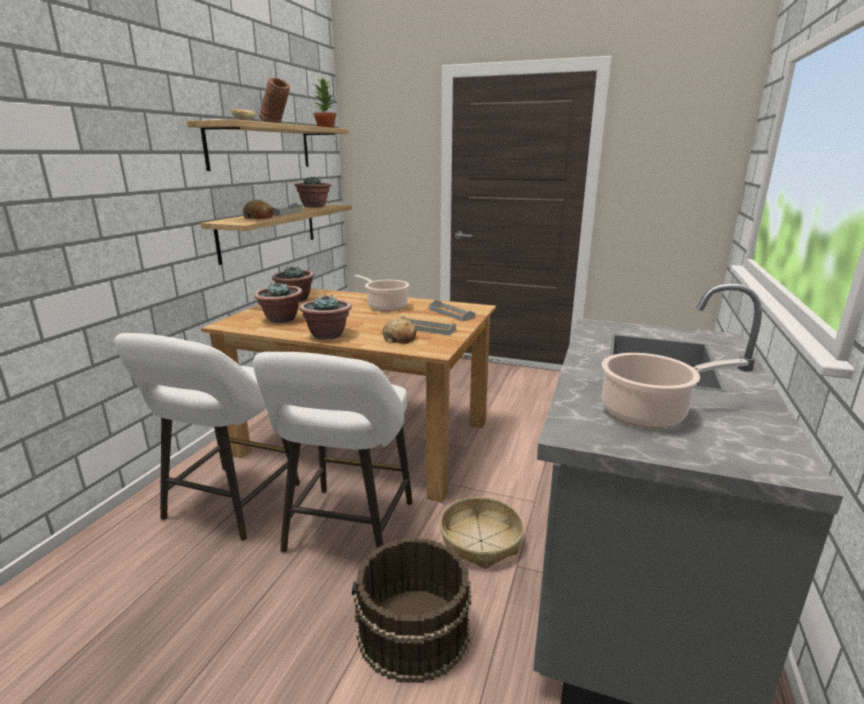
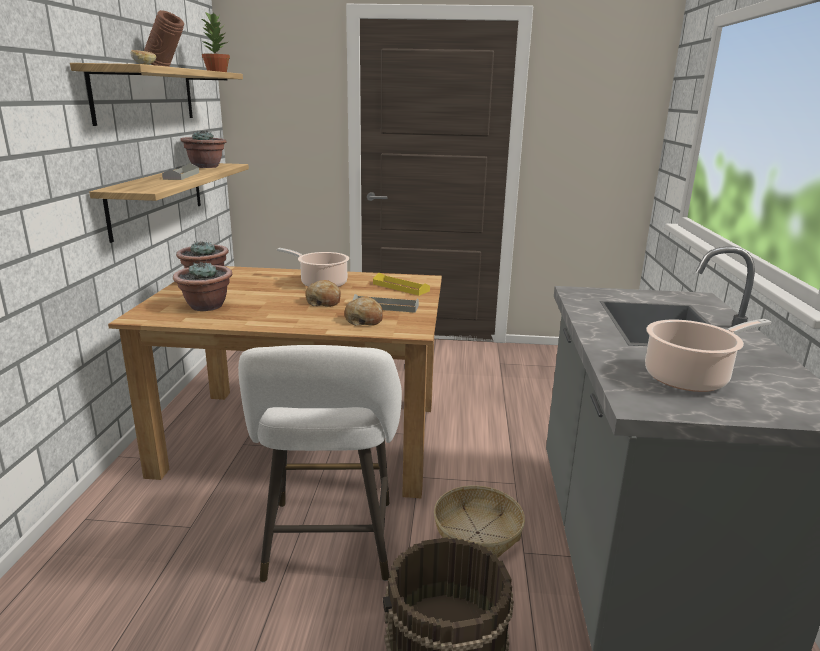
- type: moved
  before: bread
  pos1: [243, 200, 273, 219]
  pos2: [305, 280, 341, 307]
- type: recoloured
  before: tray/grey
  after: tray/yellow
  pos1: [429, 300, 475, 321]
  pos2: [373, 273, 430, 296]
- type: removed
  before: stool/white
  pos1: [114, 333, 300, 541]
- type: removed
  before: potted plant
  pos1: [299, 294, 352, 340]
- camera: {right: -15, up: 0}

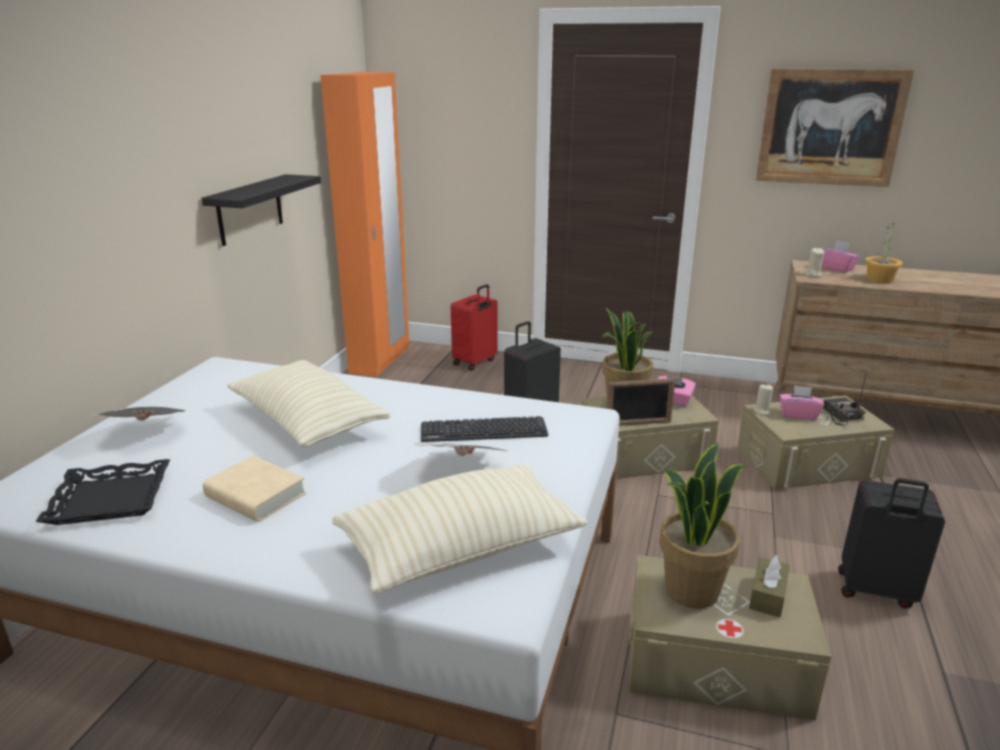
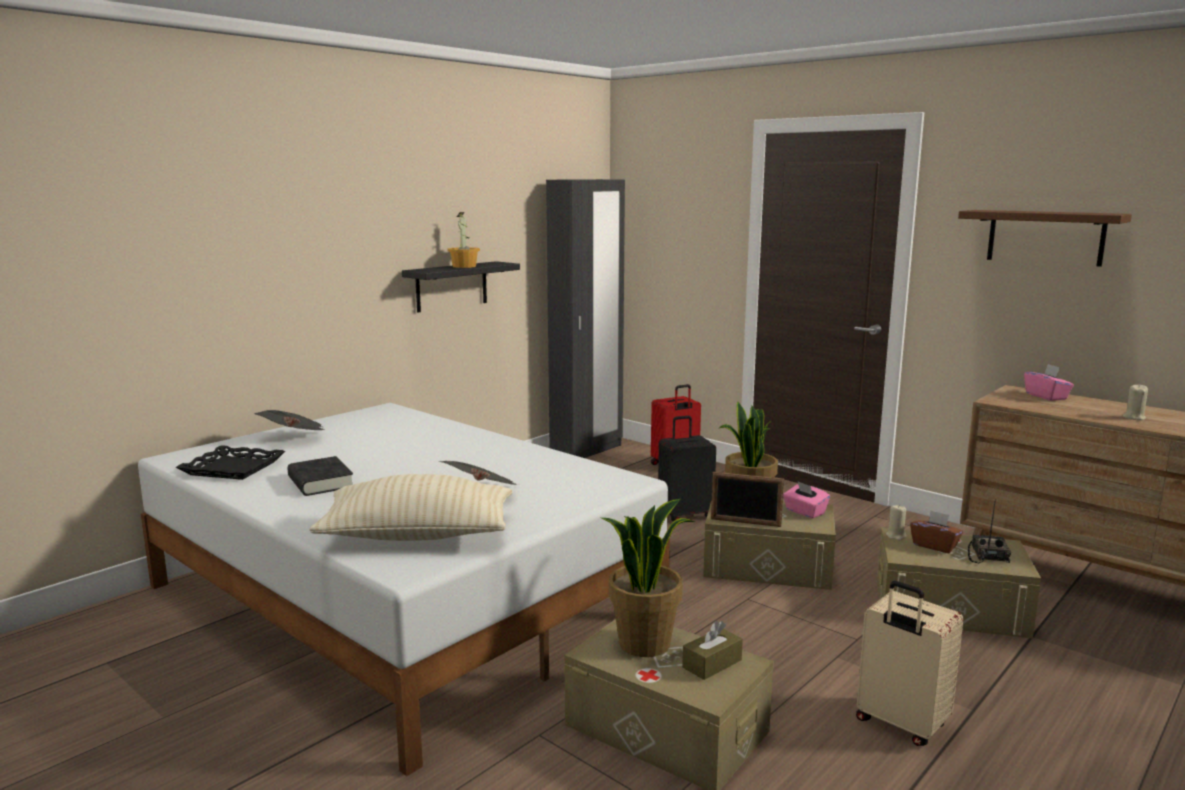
- type: recoloured
  before: book/beige
  after: book/black
  pos1: [203, 455, 306, 522]
  pos2: [287, 456, 353, 496]
- type: moved
  before: potted plant
  pos1: [865, 223, 903, 283]
  pos2: [448, 212, 480, 268]
- type: recoloured
  before: wardrobe/orange
  after: wardrobe/black
  pos1: [320, 72, 409, 377]
  pos2: [546, 179, 625, 458]
- type: recoloured
  before: suitcase/black
  after: suitcase/beige
  pos1: [838, 478, 945, 609]
  pos2: [856, 581, 964, 746]
- type: recoloured
  before: tissue box/pink
  after: tissue box/brown
  pos1: [779, 385, 824, 420]
  pos2: [910, 510, 963, 553]
- type: replaced
  before: picture
  after: shelf/brown
  pos1: [756, 68, 914, 187]
  pos2: [958, 210, 1132, 267]
- type: moved
  before: candle/beige
  pos1: [805, 248, 824, 277]
  pos2: [1123, 384, 1148, 420]
- type: removed
  before: pillow/beige
  pos1: [227, 360, 391, 447]
- type: removed
  before: keyboard
  pos1: [421, 416, 549, 442]
- camera: {right: 25, up: -10}

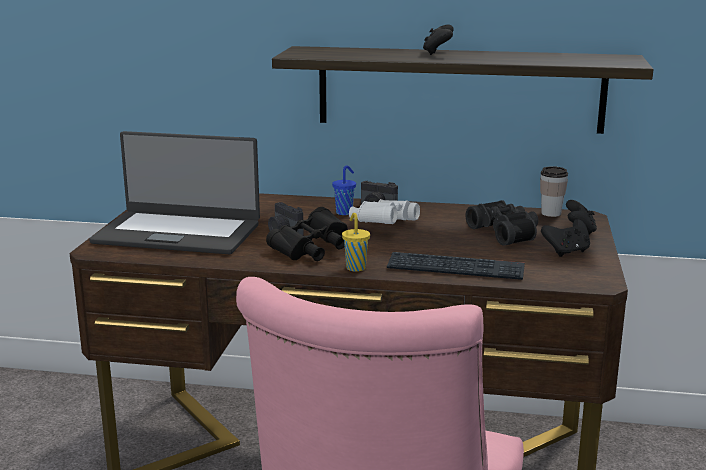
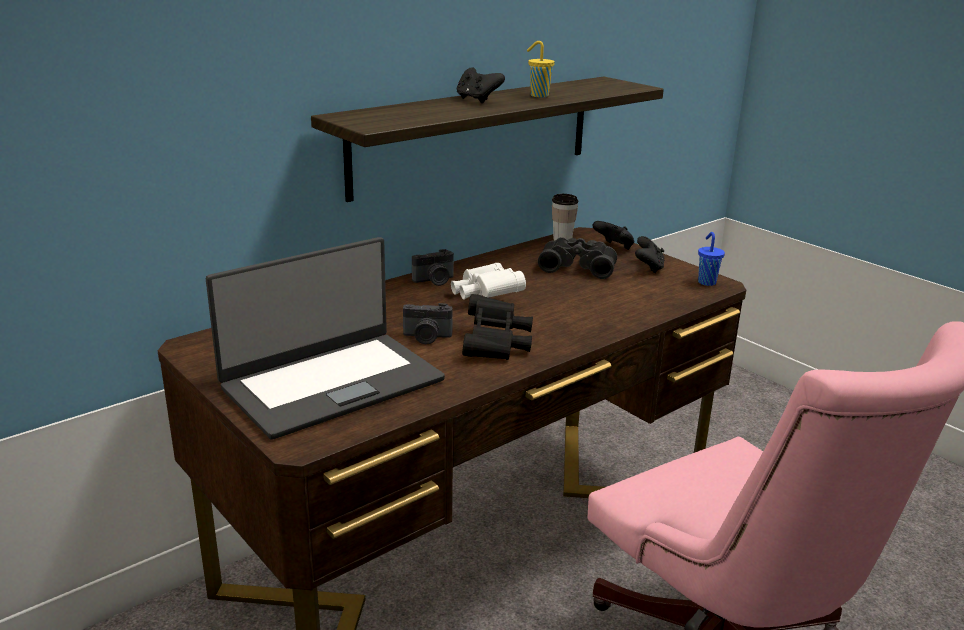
- type: moved
  before: cup/yellow
  pos1: [342, 213, 370, 272]
  pos2: [527, 41, 555, 97]
- type: moved
  before: cup/blue
  pos1: [332, 165, 356, 215]
  pos2: [698, 232, 725, 286]
- type: removed
  before: keyboard
  pos1: [387, 252, 525, 280]
- camera: {right: -50, up: 5}

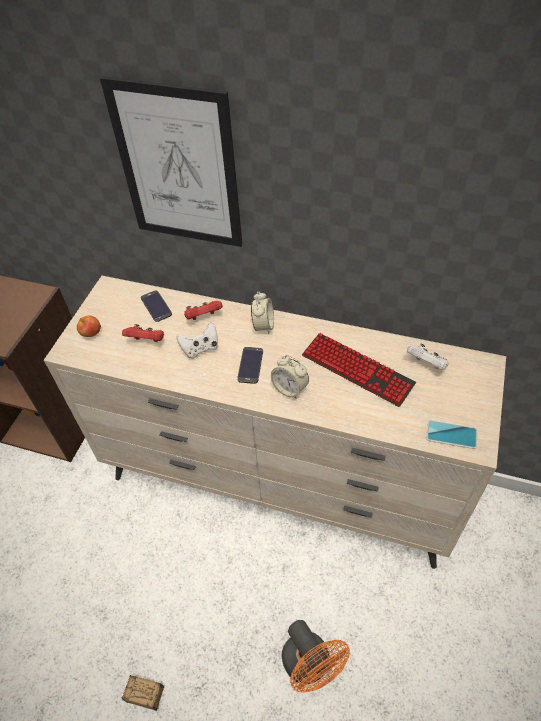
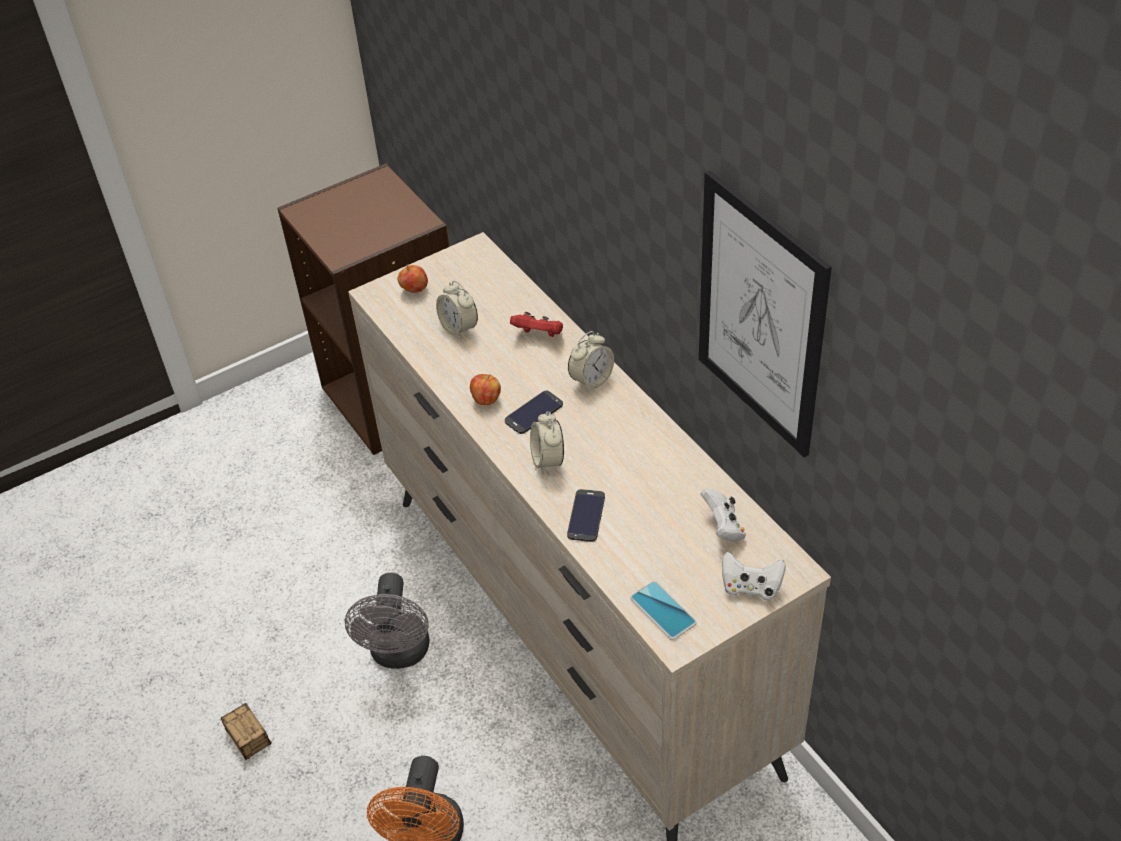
- type: added
  after: fan/grey
  pos2: [345, 573, 429, 669]
- type: replaced
  before: game controller/red
  after: alarm clock
  pos1: [122, 324, 164, 342]
  pos2: [436, 280, 478, 339]
- type: added
  after: apple
  pos2: [470, 374, 501, 405]
- type: moved
  before: phone
  pos1: [141, 290, 172, 322]
  pos2: [567, 489, 605, 542]
- type: moved
  before: picture
  pos1: [100, 76, 242, 247]
  pos2: [699, 170, 832, 458]
- type: moved
  before: game controller/white
  pos1: [177, 322, 218, 359]
  pos2: [722, 551, 786, 601]
- type: removed
  before: keyboard
  pos1: [302, 333, 416, 407]
- camera: {right: 40, up: -5}

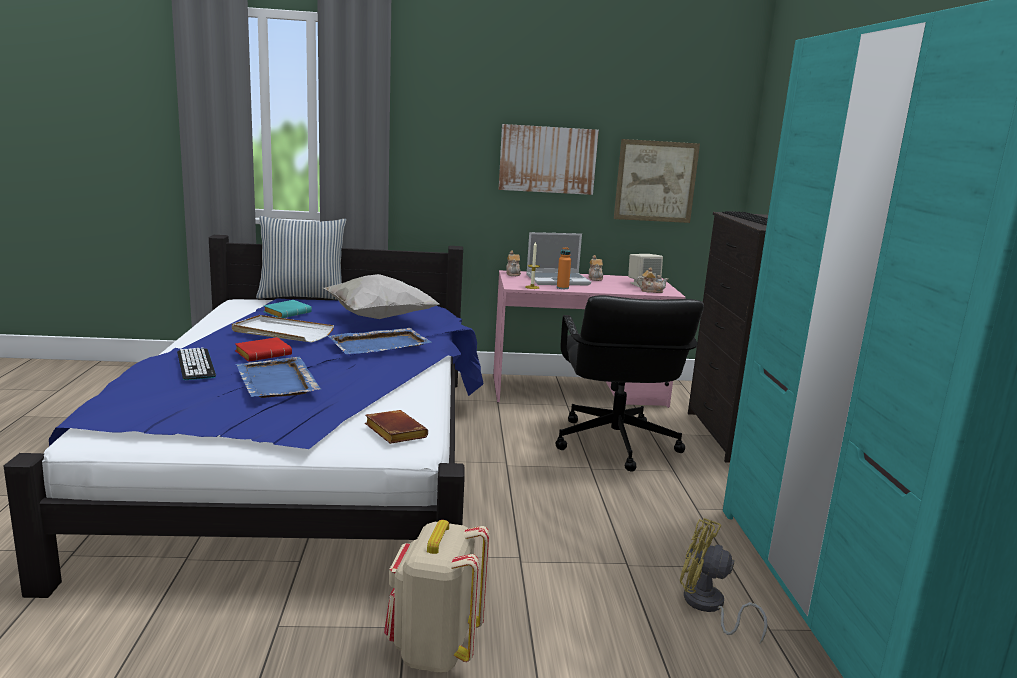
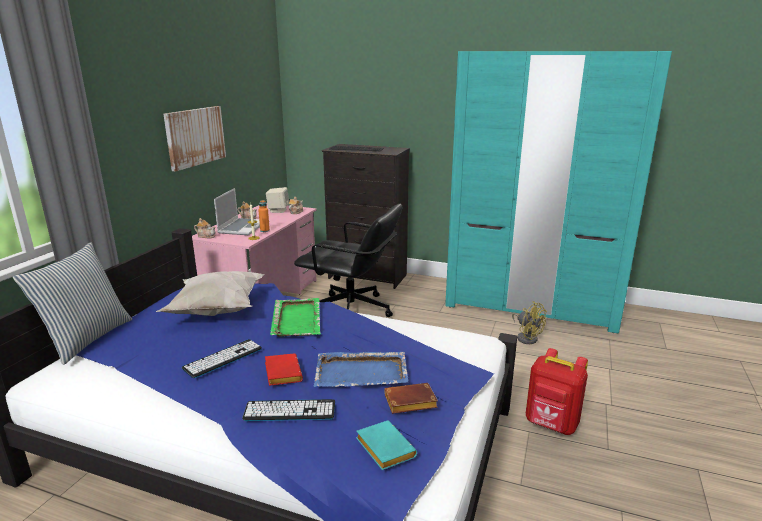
- type: replaced
  before: tray/white
  after: keyboard
  pos1: [232, 315, 334, 343]
  pos2: [182, 339, 262, 378]
- type: recoloured
  before: tray/blue
  after: tray/green
  pos1: [328, 328, 431, 354]
  pos2: [270, 298, 321, 337]
- type: moved
  before: book/turquoise
  pos1: [263, 300, 312, 318]
  pos2: [356, 420, 417, 470]
- type: moved
  before: book/brown
  pos1: [365, 410, 428, 444]
  pos2: [384, 383, 438, 414]
- type: turned
  before: fan/yellow
  pos1: [680, 518, 768, 644]
  pos2: [512, 301, 547, 344]
  turn: -90
- type: recoloured
  before: backpack/beige
  after: backpack/red
  pos1: [384, 520, 490, 673]
  pos2: [526, 348, 588, 435]
- type: removed
  before: picture
  pos1: [614, 139, 700, 223]
- camera: {right: -65, up: 5}

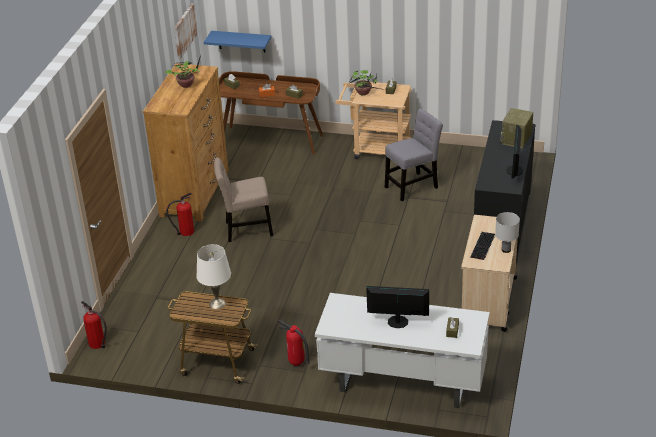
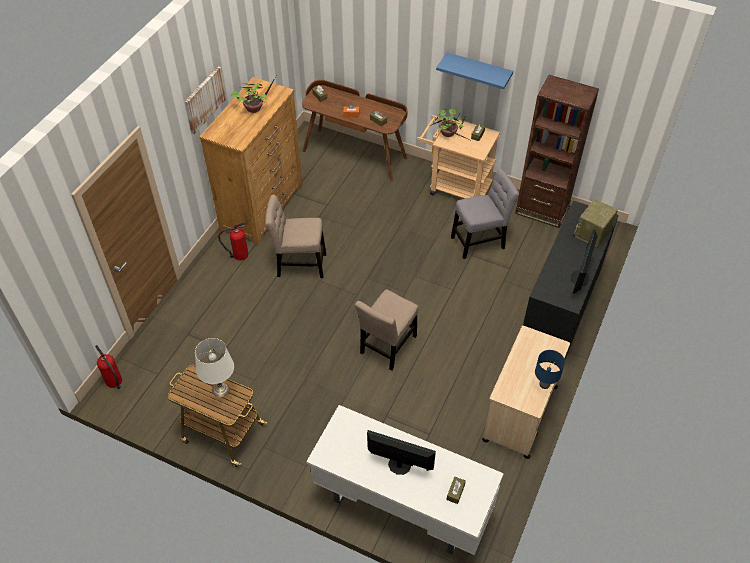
- type: moved
  before: picture
  pos1: [174, 4, 197, 59]
  pos2: [184, 66, 226, 134]
- type: added
  after: chair/beige
  pos2: [355, 289, 418, 371]
- type: moved
  before: shelf/blue
  pos1: [204, 31, 271, 52]
  pos2: [436, 52, 513, 89]
- type: added
  after: bookcase/brown
  pos2: [515, 75, 599, 228]
- type: recoloured
  before: table lamp/white
  after: table lamp/blue
  pos1: [495, 212, 520, 253]
  pos2: [535, 350, 565, 389]
- type: removed
  before: fire extinguisher
  pos1: [278, 320, 310, 366]
- type: removed
  before: keyboard
  pos1: [470, 232, 495, 260]
- camera: {right: 10, up: 15}

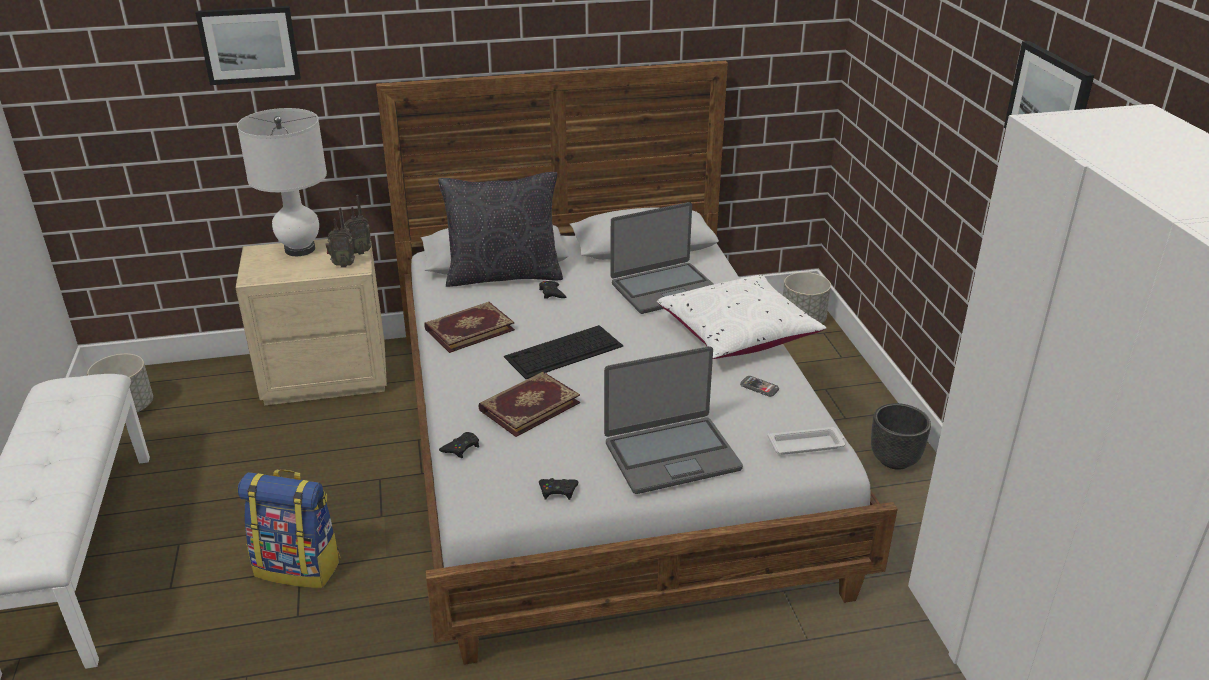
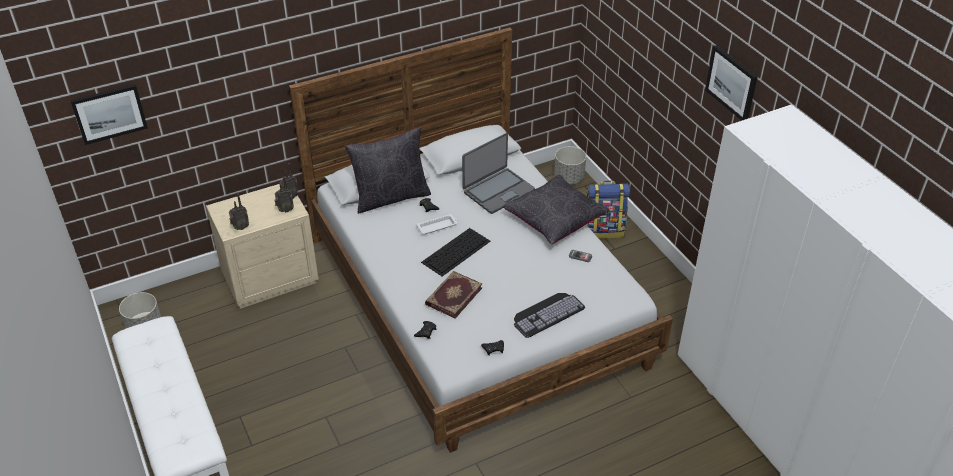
- type: moved
  before: picture
  pos1: [195, 6, 301, 85]
  pos2: [70, 84, 148, 145]
- type: added
  after: radio
  pos2: [229, 193, 249, 230]
- type: moved
  before: tray/white
  pos1: [768, 427, 845, 455]
  pos2: [416, 214, 457, 234]
- type: recoloured
  before: pillow/white
  after: pillow/black
  pos1: [657, 275, 826, 359]
  pos2: [503, 175, 610, 245]
- type: replaced
  before: laptop
  after: keyboard
  pos1: [604, 346, 743, 494]
  pos2: [514, 293, 585, 338]
- type: moved
  before: backpack
  pos1: [238, 470, 341, 588]
  pos2: [586, 181, 630, 239]
- type: removed
  before: table lamp/white
  pos1: [237, 108, 327, 256]
- type: removed
  before: book
  pos1: [424, 302, 515, 353]
- type: removed
  before: planter/black
  pos1: [871, 403, 931, 470]
- camera: {right: -15, up: 10}

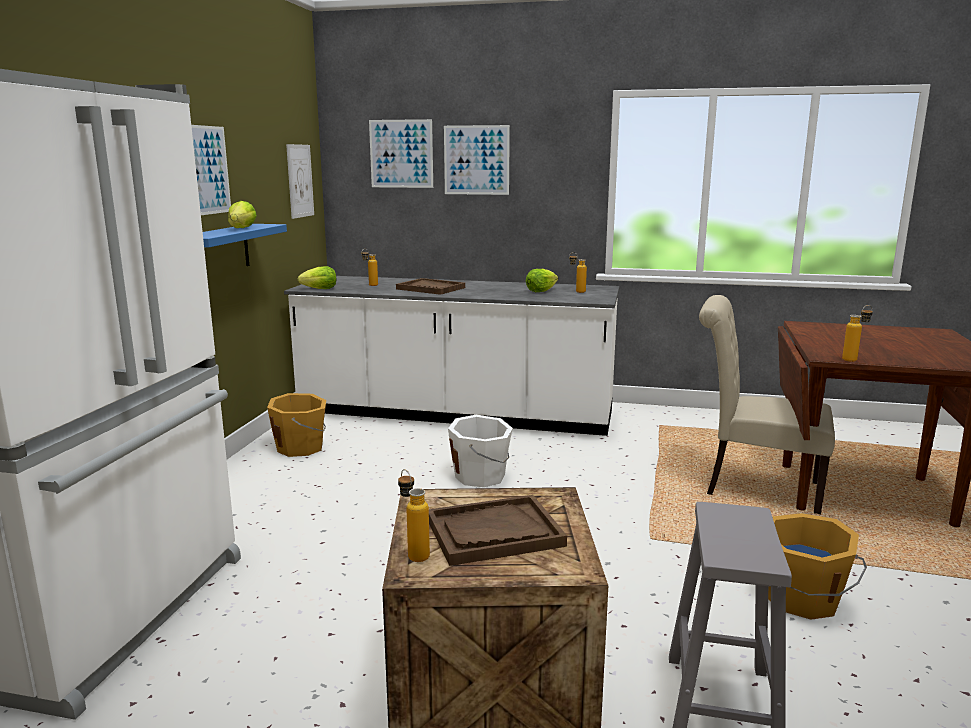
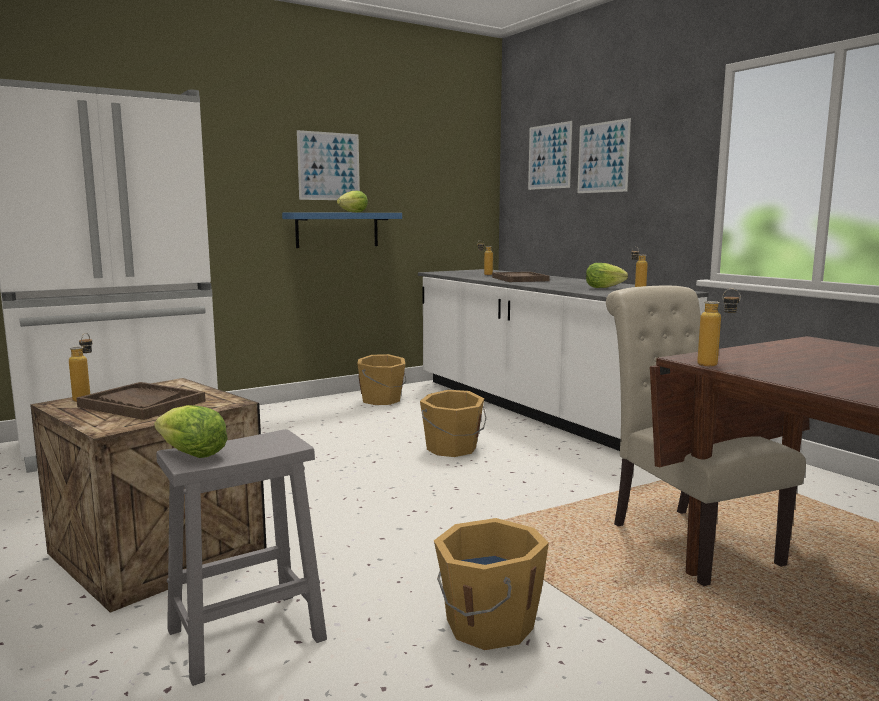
- type: moved
  before: lettuce
  pos1: [297, 266, 336, 289]
  pos2: [154, 405, 228, 458]
- type: recoloured
  before: bucket/white
  after: bucket/orange
  pos1: [448, 415, 513, 487]
  pos2: [420, 390, 486, 457]
- type: removed
  before: picture
  pos1: [286, 144, 314, 219]
- camera: {right: 45, up: -5}

